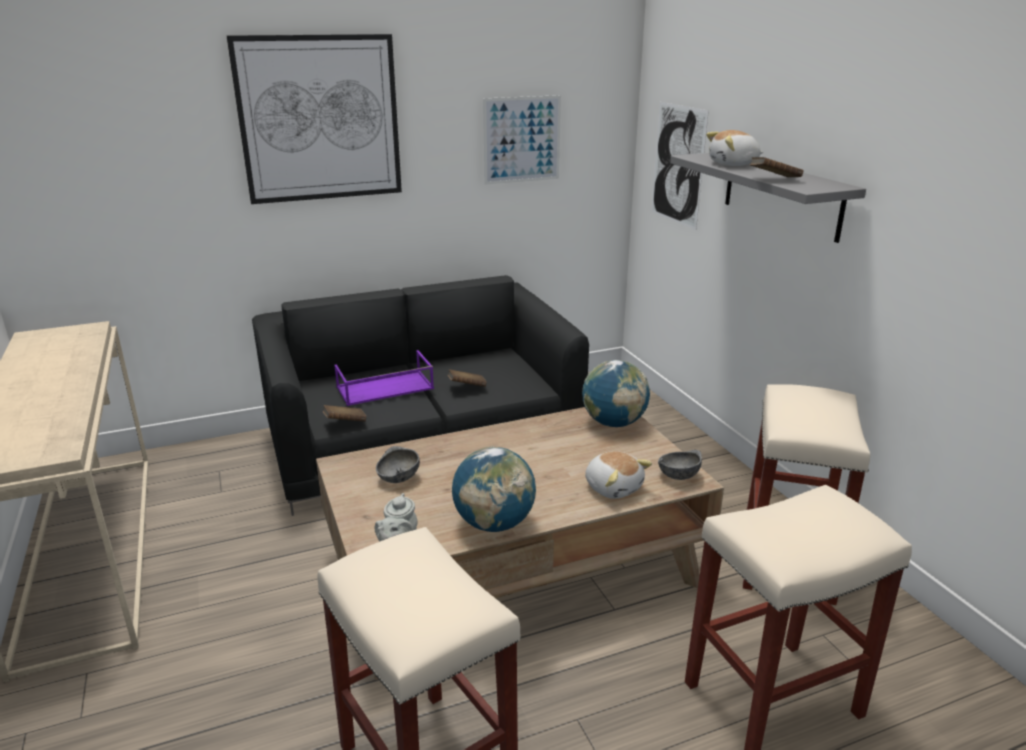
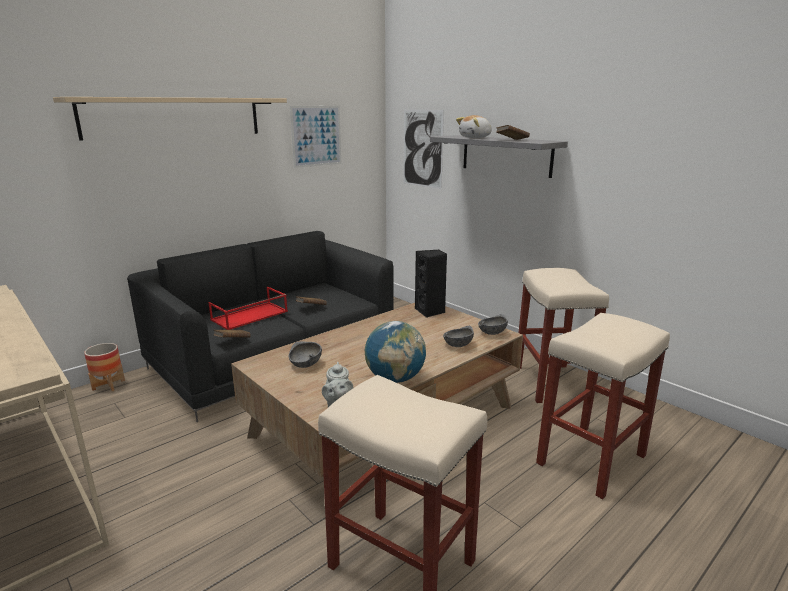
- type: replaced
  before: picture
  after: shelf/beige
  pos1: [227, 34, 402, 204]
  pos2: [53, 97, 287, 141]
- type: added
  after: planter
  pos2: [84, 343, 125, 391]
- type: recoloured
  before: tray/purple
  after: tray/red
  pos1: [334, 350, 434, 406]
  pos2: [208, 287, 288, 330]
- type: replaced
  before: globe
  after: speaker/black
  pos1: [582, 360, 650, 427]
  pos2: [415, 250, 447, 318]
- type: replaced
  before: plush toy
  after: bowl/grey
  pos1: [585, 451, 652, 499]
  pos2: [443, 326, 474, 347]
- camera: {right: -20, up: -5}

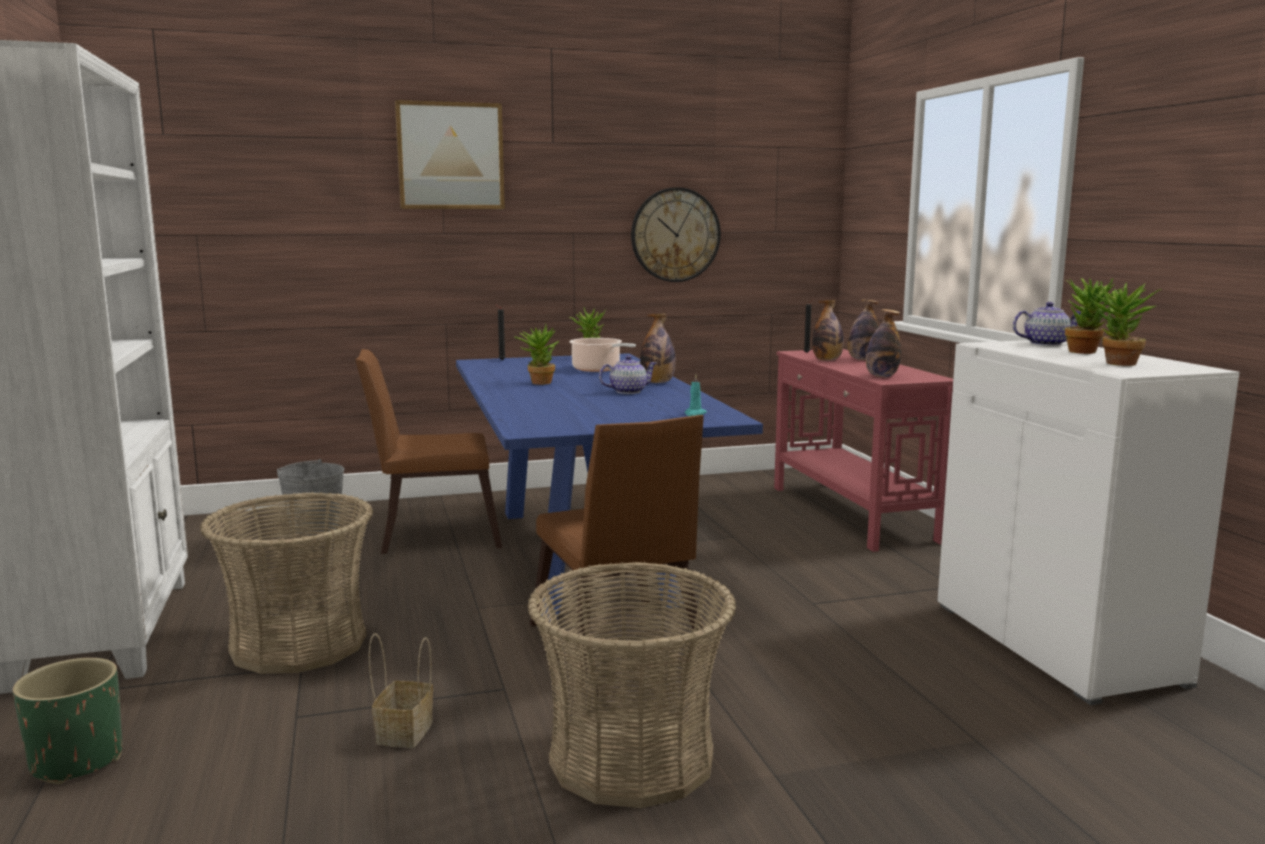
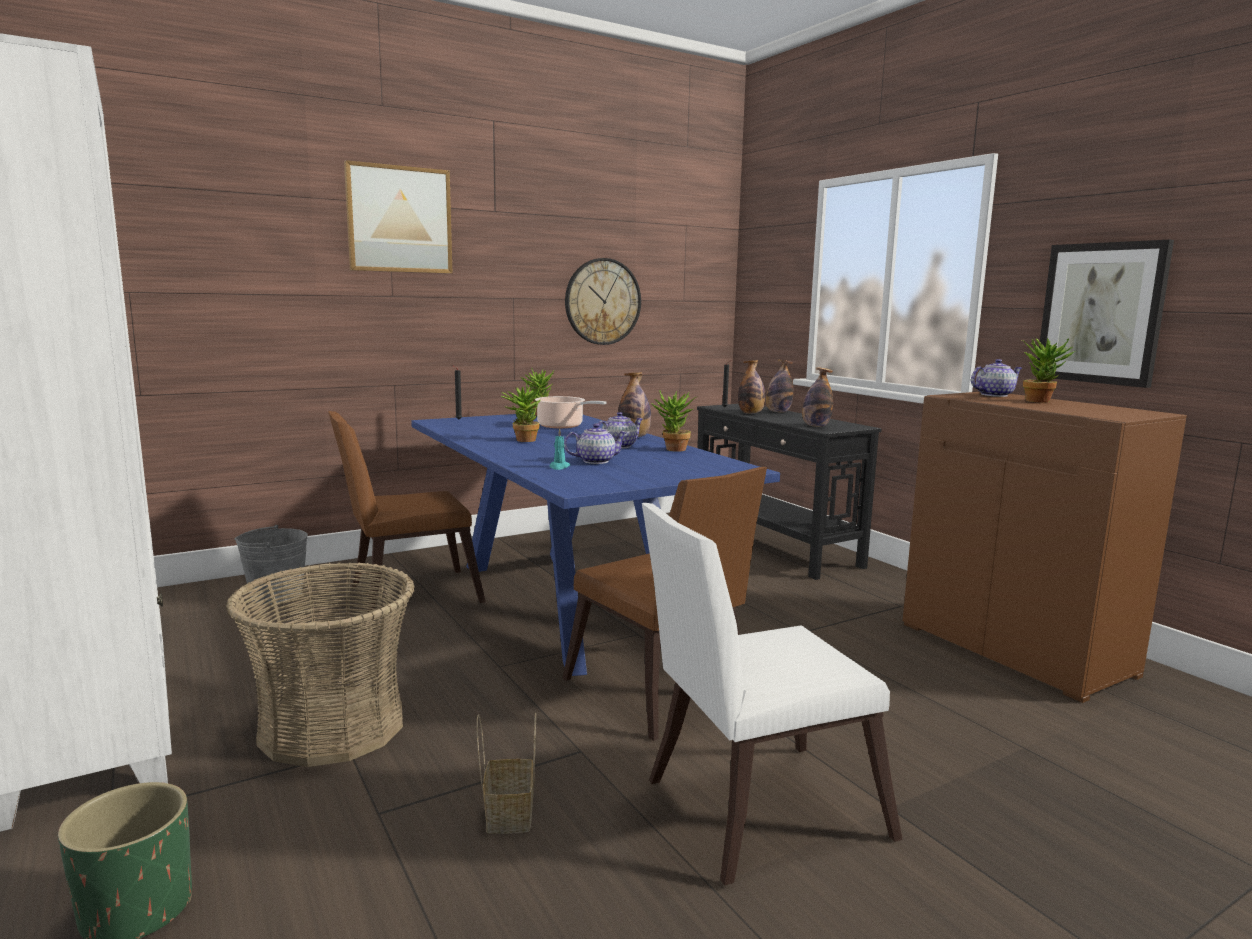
- type: moved
  before: candle/turquoise
  pos1: [685, 375, 707, 416]
  pos2: [550, 428, 570, 470]
- type: added
  after: teapot
  pos2: [564, 423, 628, 464]
- type: replaced
  before: basket
  after: chair/white
  pos1: [528, 562, 736, 808]
  pos2: [642, 503, 903, 885]
- type: moved
  before: potted plant
  pos1: [1090, 281, 1162, 366]
  pos2: [651, 390, 698, 452]
- type: recoloured
  before: console table/red
  after: console table/black
  pos1: [774, 349, 953, 552]
  pos2: [697, 404, 882, 580]
- type: recoloured
  before: cabinet/white
  after: cabinet/brown
  pos1: [937, 340, 1239, 705]
  pos2: [903, 392, 1187, 703]
- type: added
  after: picture
  pos2: [1035, 240, 1174, 388]
- camera: {right: -15, up: 0}

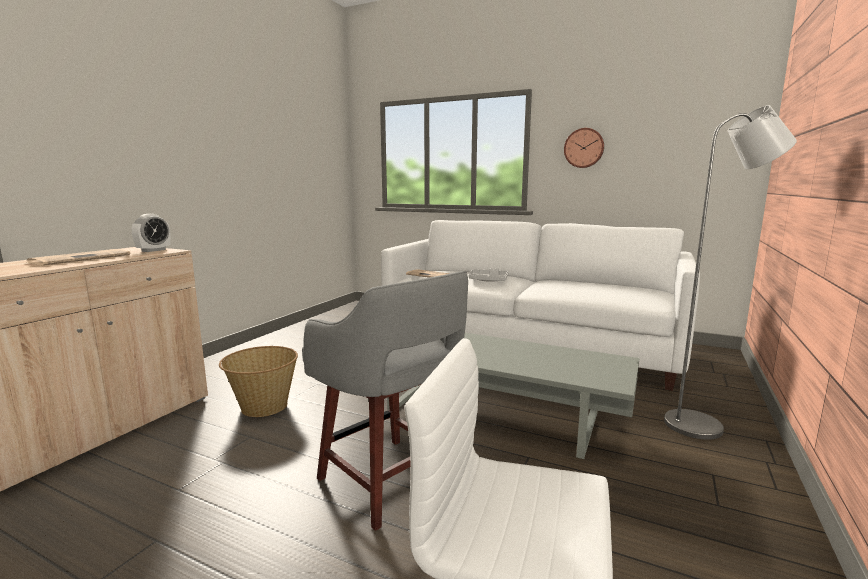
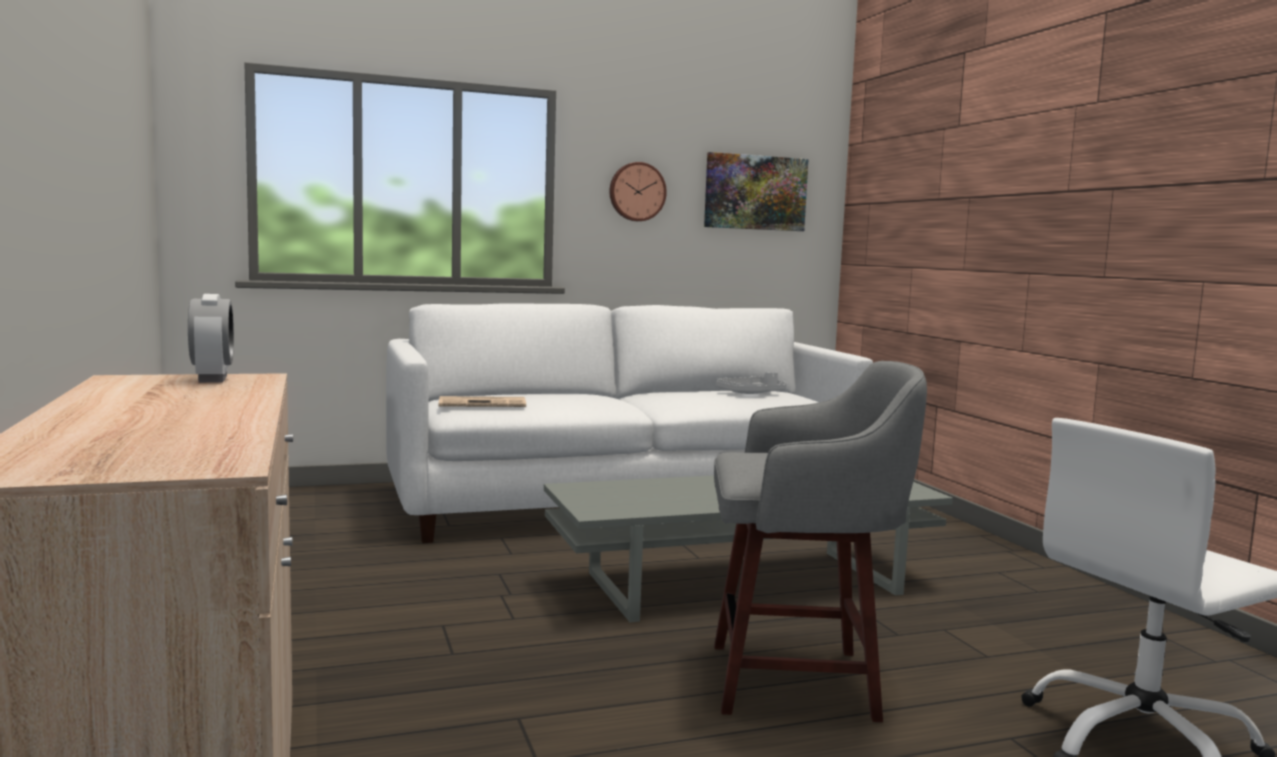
- type: added
  after: picture
  pos2: [704, 152, 808, 231]
- type: moved
  before: tray/grey
  pos1: [469, 268, 508, 282]
  pos2: [716, 372, 786, 394]
- type: removed
  before: newspaper
  pos1: [26, 249, 131, 266]
- type: removed
  before: basket
  pos1: [219, 346, 298, 417]
- type: removed
  before: floor lamp/grey
  pos1: [664, 105, 797, 440]
- camera: {right: -45, up: -5}

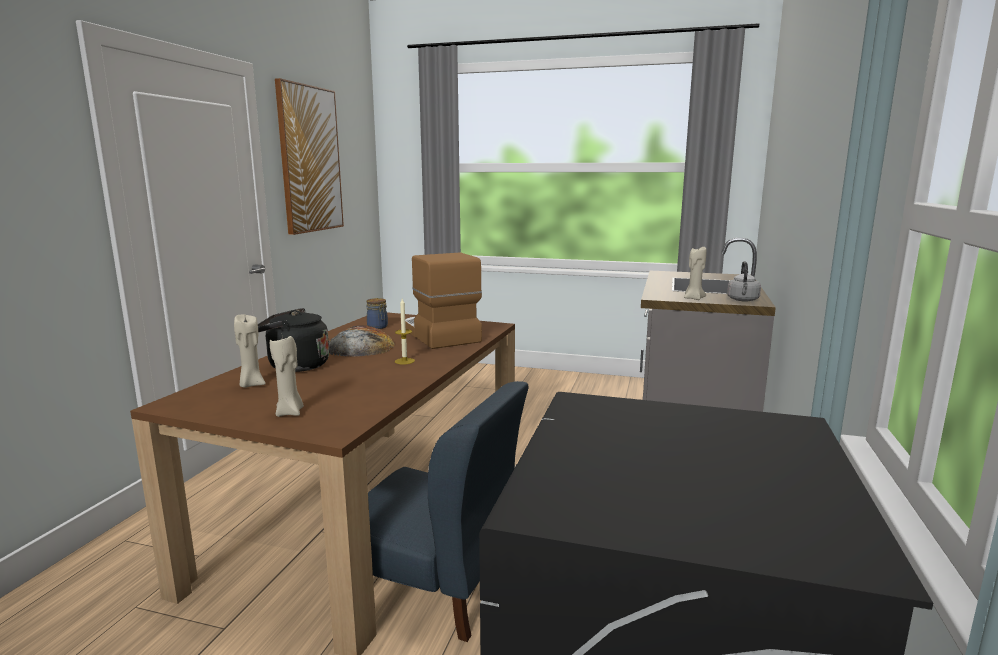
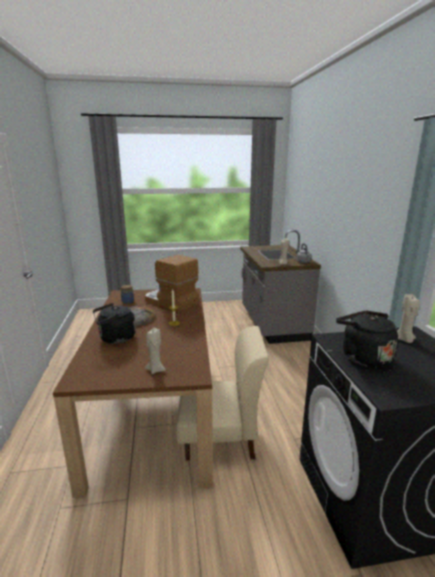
- type: recoloured
  before: chair/blue
  after: chair/beige
  pos1: [368, 381, 529, 642]
  pos2: [176, 326, 269, 461]
- type: added
  after: kettle/black
  pos2: [336, 311, 398, 367]
- type: moved
  before: candle/beige
  pos1: [234, 315, 266, 388]
  pos2: [397, 294, 420, 343]
- type: removed
  before: picture
  pos1: [275, 78, 344, 235]
- camera: {right: -25, up: 5}

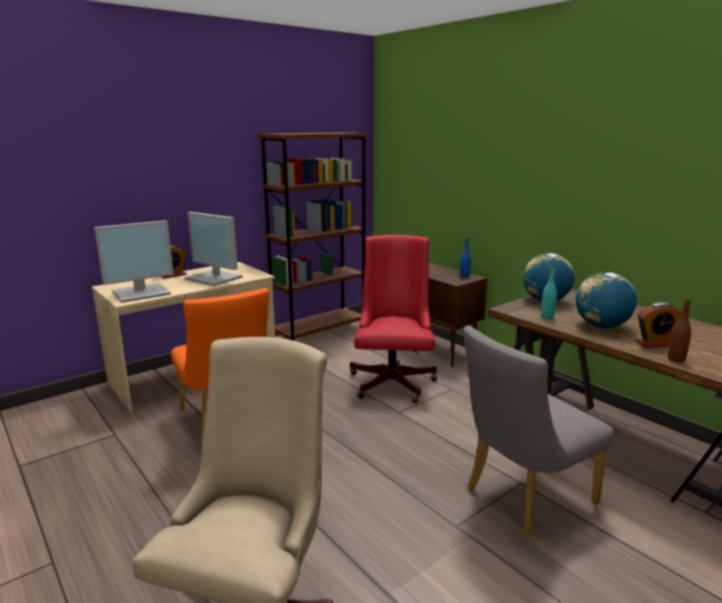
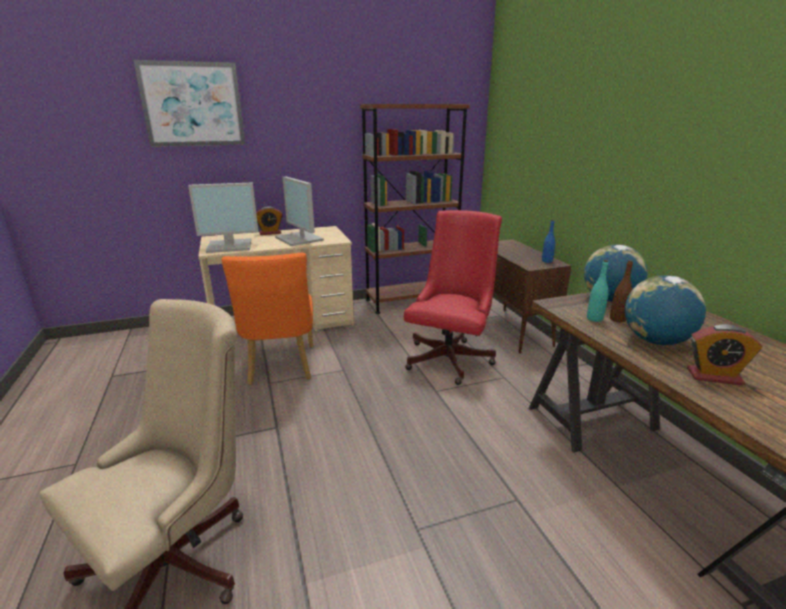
- type: added
  after: picture
  pos2: [133, 60, 245, 147]
- type: moved
  before: bottle/brown
  pos1: [668, 298, 691, 362]
  pos2: [610, 260, 633, 322]
- type: removed
  before: chair/grey
  pos1: [463, 325, 614, 536]
- camera: {right: 20, up: 5}

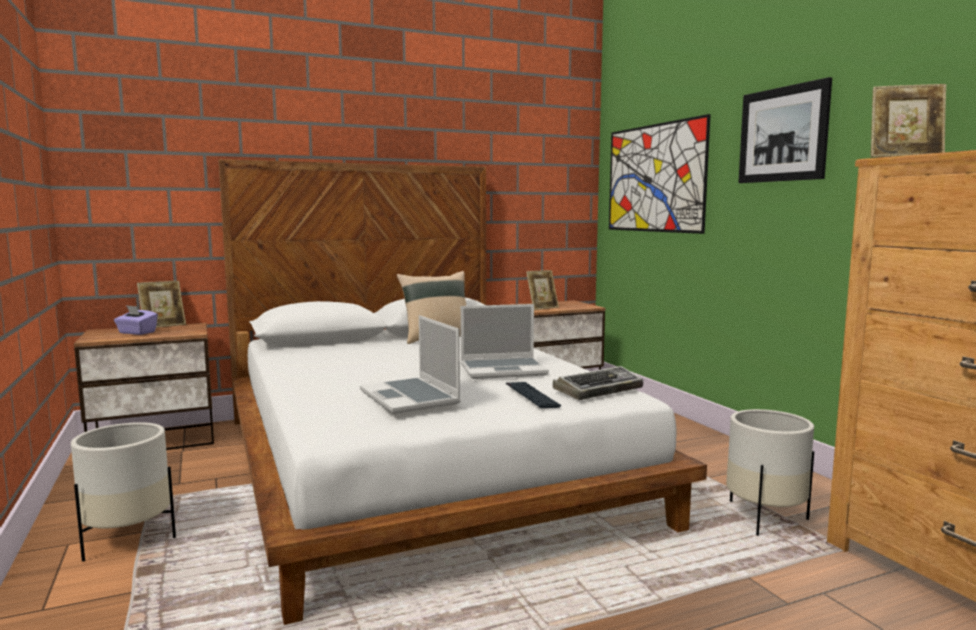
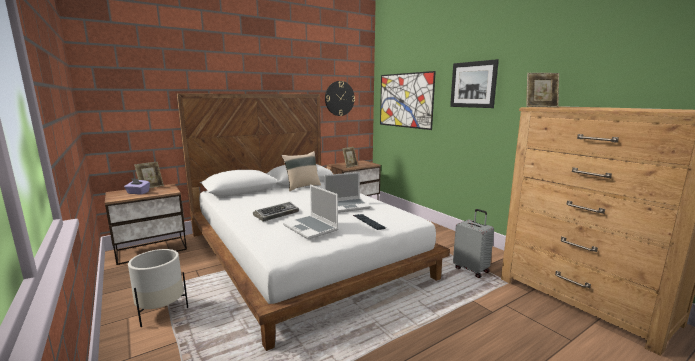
- type: moved
  before: keyboard
  pos1: [553, 366, 643, 400]
  pos2: [253, 202, 299, 222]
- type: added
  after: wall clock
  pos2: [325, 81, 355, 116]
- type: replaced
  before: planter/white
  after: suitcase/grey
  pos1: [726, 409, 814, 536]
  pos2: [453, 209, 494, 278]
- camera: {right: -10, up: 5}

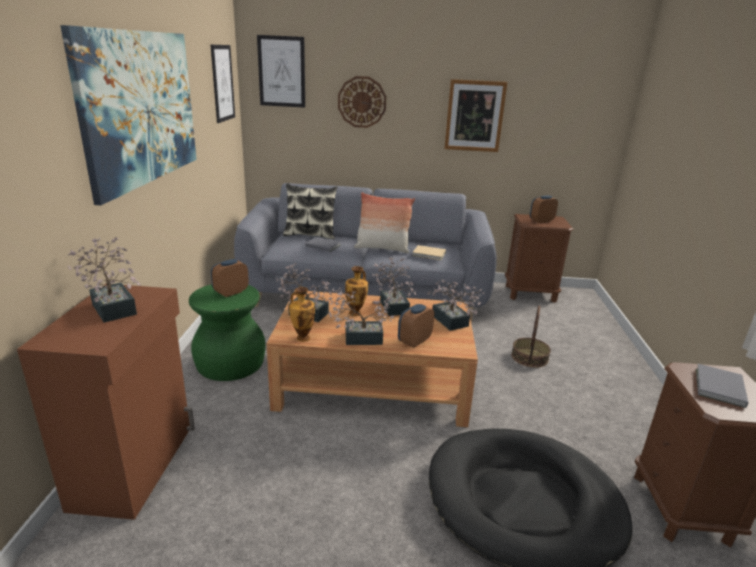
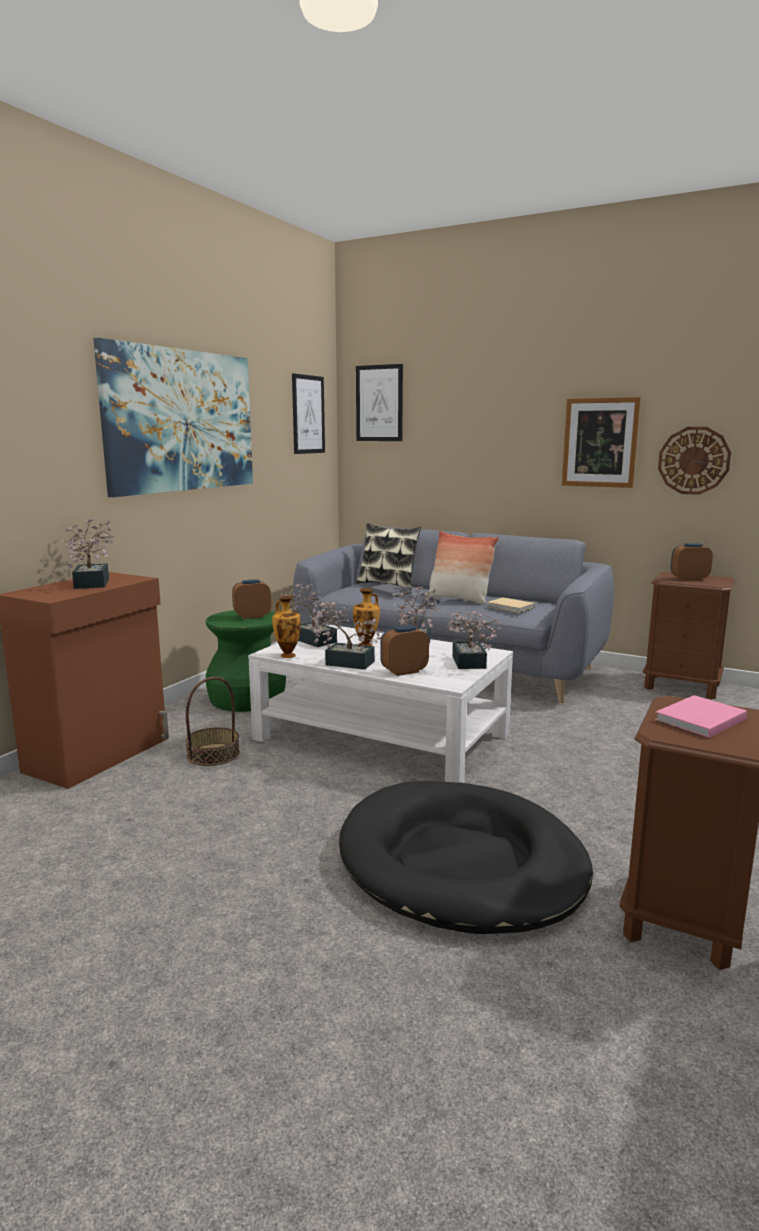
- type: moved
  before: basket
  pos1: [511, 305, 551, 368]
  pos2: [185, 677, 240, 766]
- type: recoloured
  before: coffee table/brown
  after: coffee table/white
  pos1: [266, 291, 478, 427]
  pos2: [248, 624, 513, 783]
- type: recoloured
  before: book/grey
  after: book/pink
  pos1: [696, 364, 748, 408]
  pos2: [655, 695, 747, 738]
- type: moved
  before: wall clock
  pos1: [338, 76, 386, 128]
  pos2: [658, 427, 731, 495]
- camera: {right: 25, up: -10}

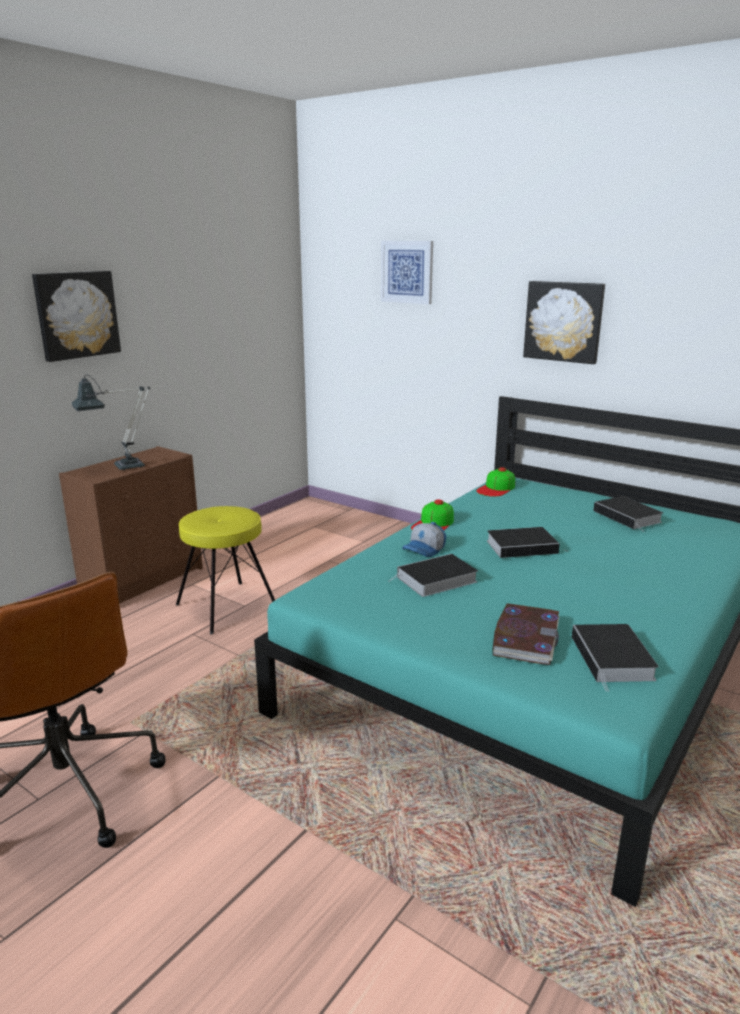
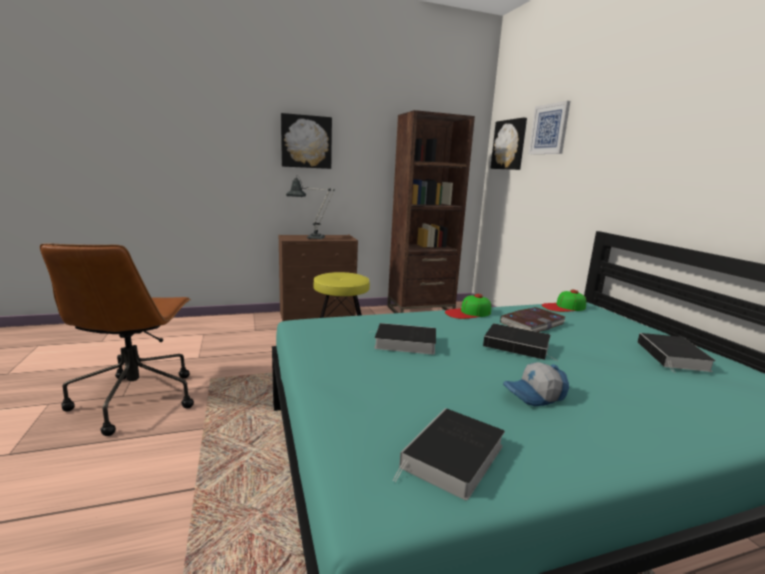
- type: added
  after: bookcase/brown
  pos2: [387, 110, 475, 313]
- type: moved
  before: picture
  pos1: [523, 281, 605, 364]
  pos2: [490, 118, 527, 170]
- type: moved
  before: book
  pos1: [492, 603, 559, 665]
  pos2: [500, 307, 566, 332]
- type: moved
  before: cap
  pos1: [402, 522, 446, 557]
  pos2: [503, 362, 569, 406]
- camera: {right: 35, up: -5}

